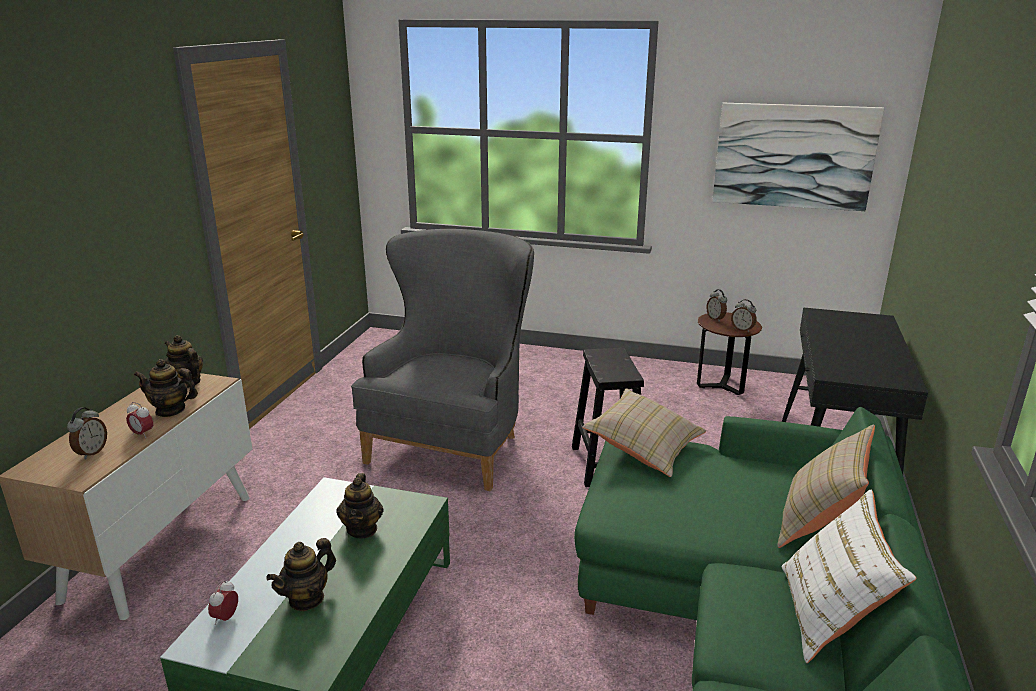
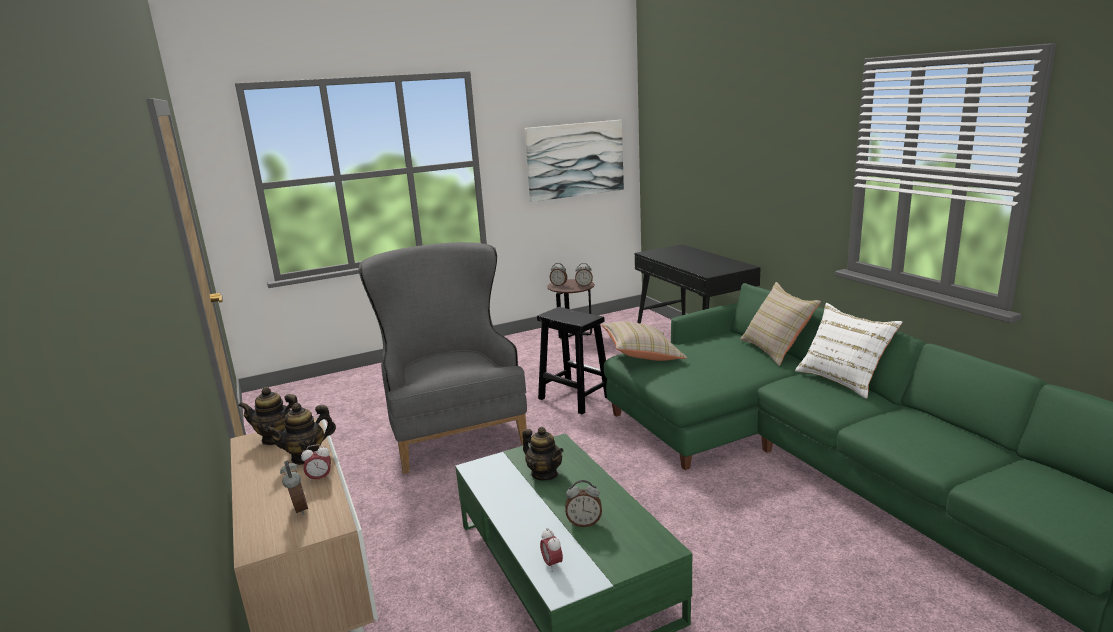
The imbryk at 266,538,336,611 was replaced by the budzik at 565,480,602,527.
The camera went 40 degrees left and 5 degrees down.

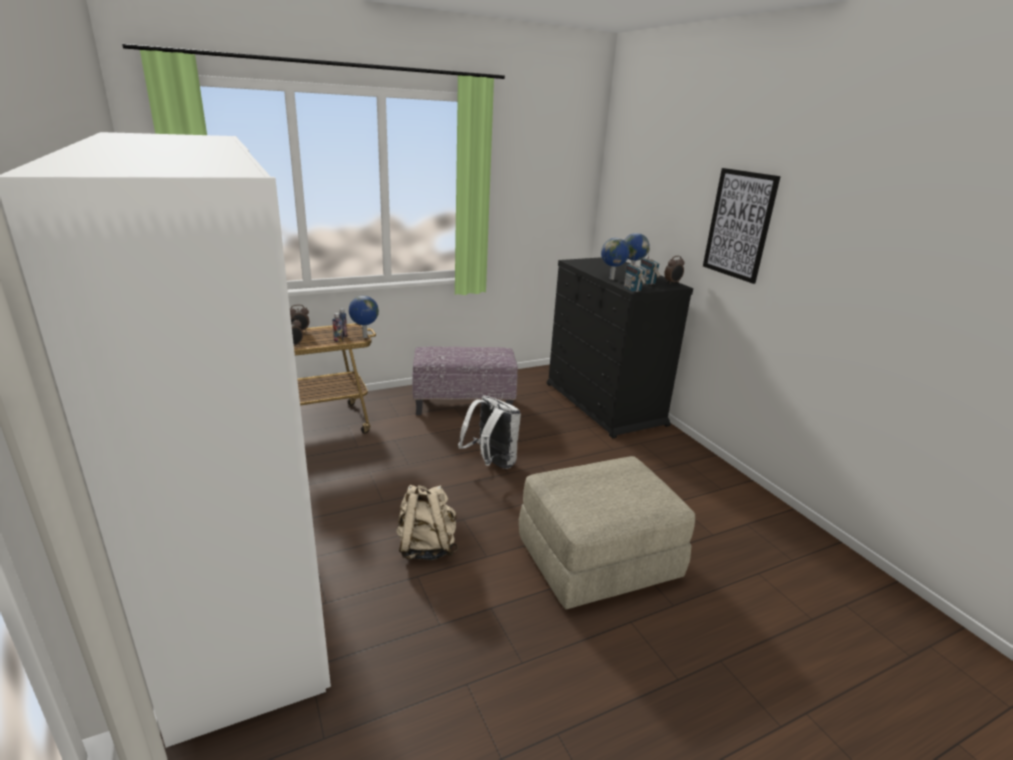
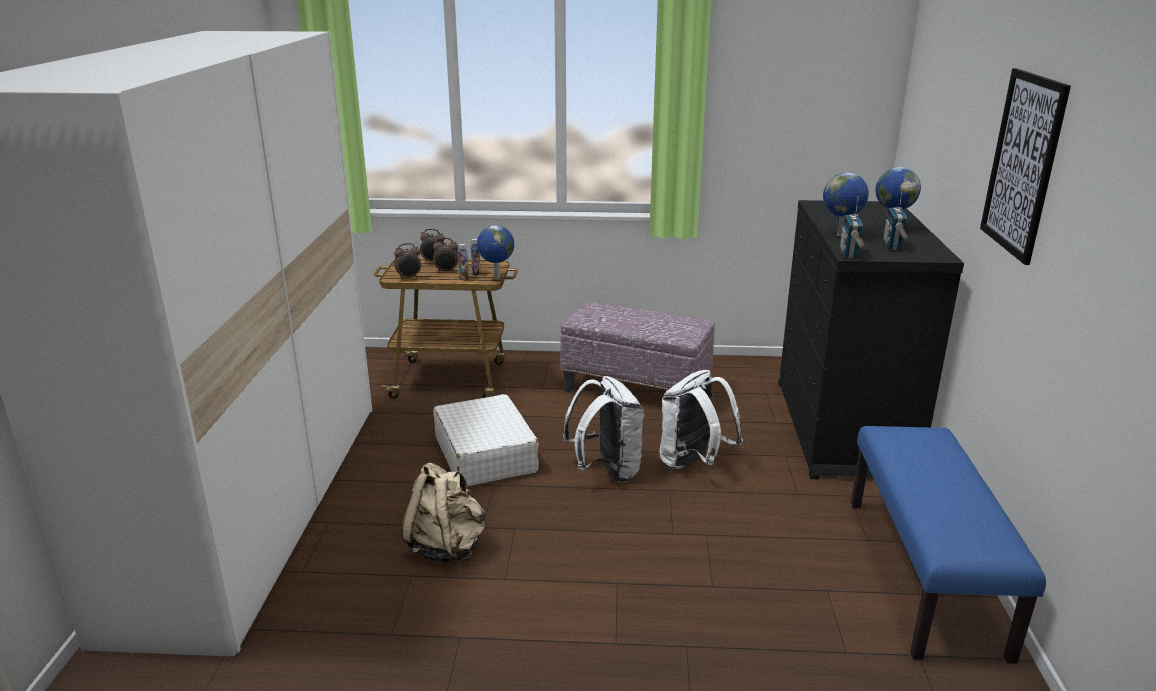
The pufa (beżowy) at 519,456,695,609 disappeared.
The budzik moved from 664,256,684,284 to 433,238,458,273.
The walizka (biały) at 433,394,539,486 appeared.
The plecak (biały) at 660,370,743,470 appeared.
The ławka (niebieski) at 851,426,1046,664 appeared.
The camera went 30 degrees right and 0 degrees up.

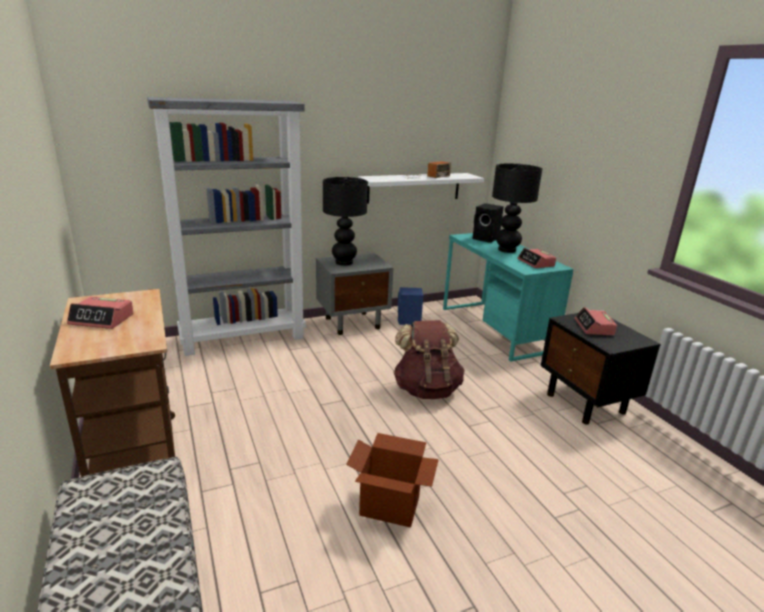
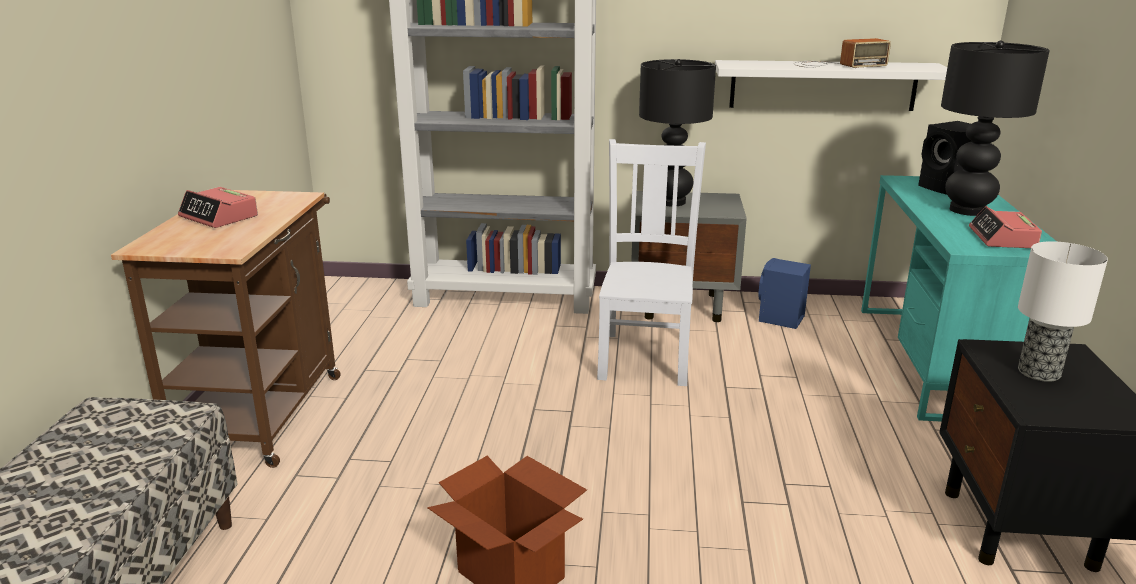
The plecak (brązowy) at 393,320,464,399 disappeared.
The budzik at 574,307,617,336 was replaced by the lampa stołowa at 1018,241,1108,382.
The krzesło (biały) at 597,139,706,386 appeared.
The camera went 30 degrees right and 0 degrees up.

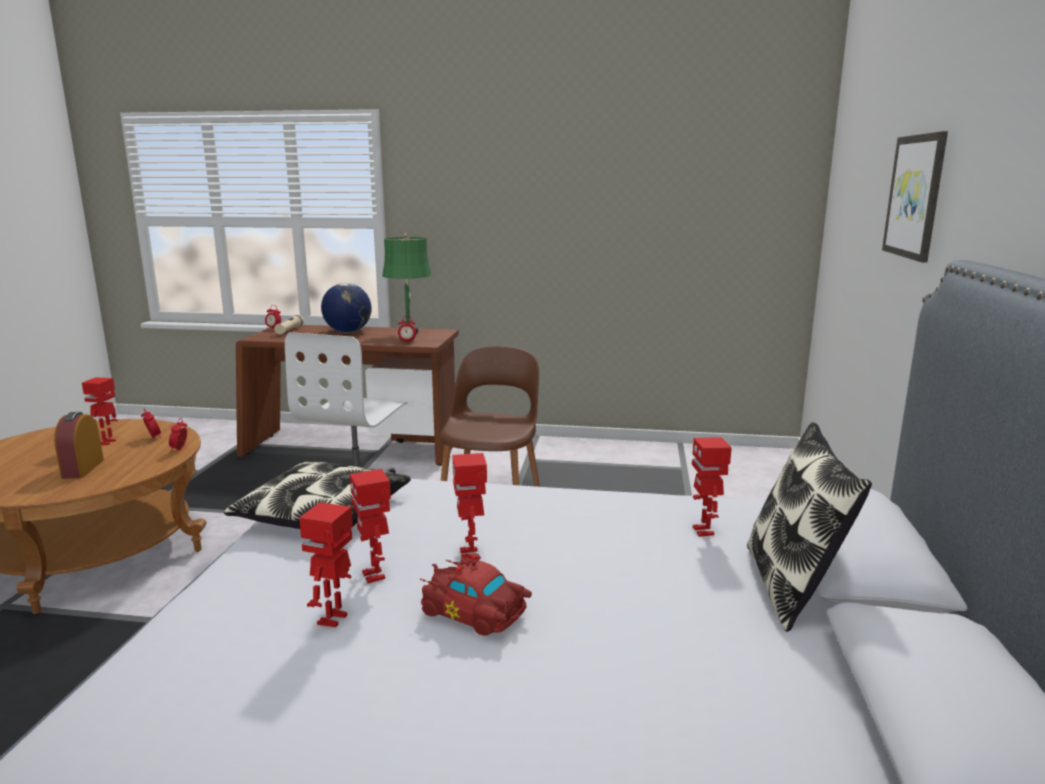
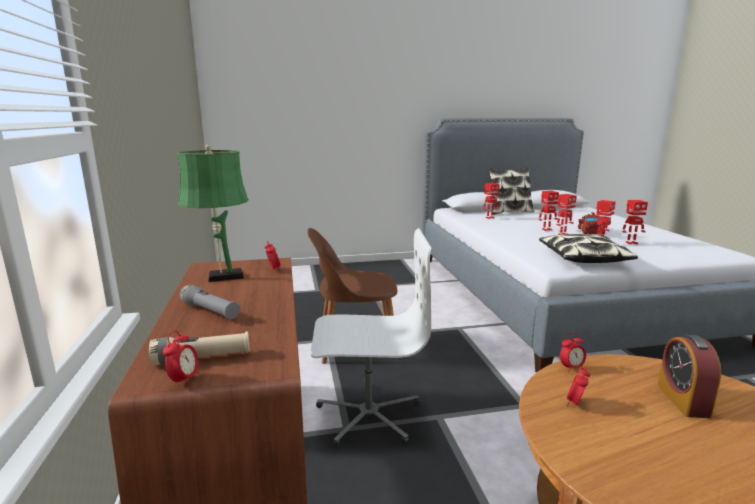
The budzik at 54,412,104,479 turned 120 degrees clockwise.
The robot zabawkowy moved from 82,377,118,445 to 539,191,559,231.
The globus at 321,283,372,333 was replaced by the latarka (szary) at 180,285,241,319.
The obraz at 882,131,948,263 disappeared.
The camera went 110 degrees left and 0 degrees up.

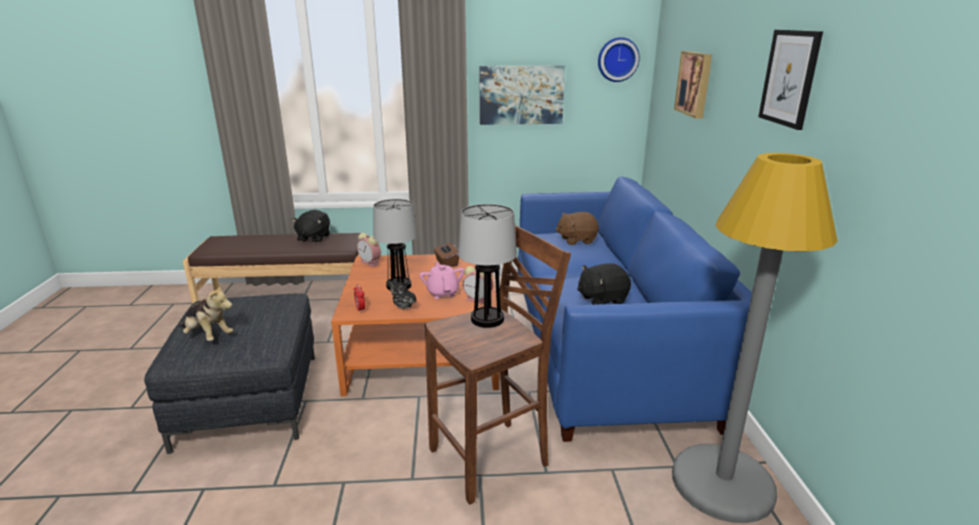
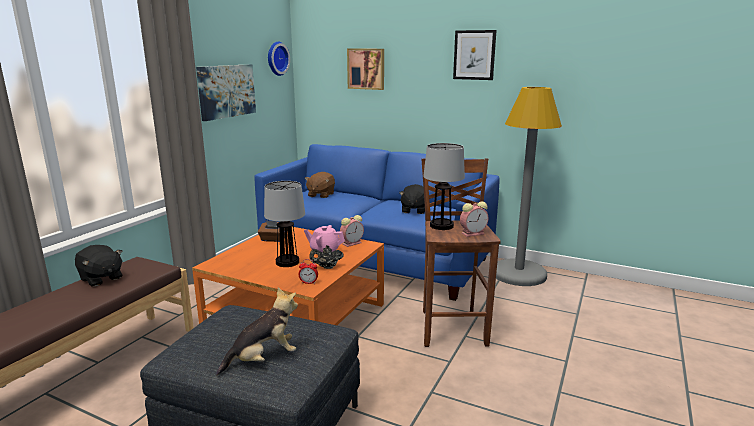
The budzik moved from 357,233,381,267 to 460,202,488,237.
The camera went 60 degrees left and 5 degrees down.

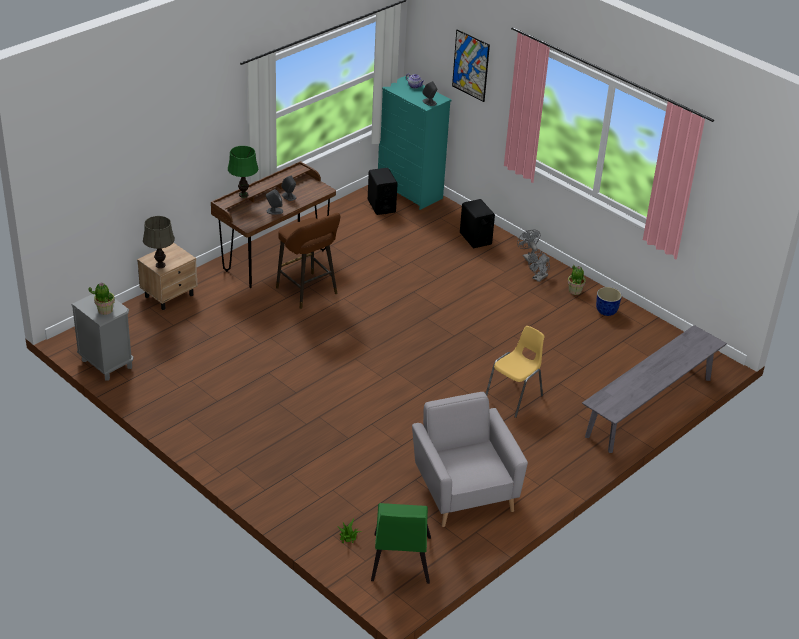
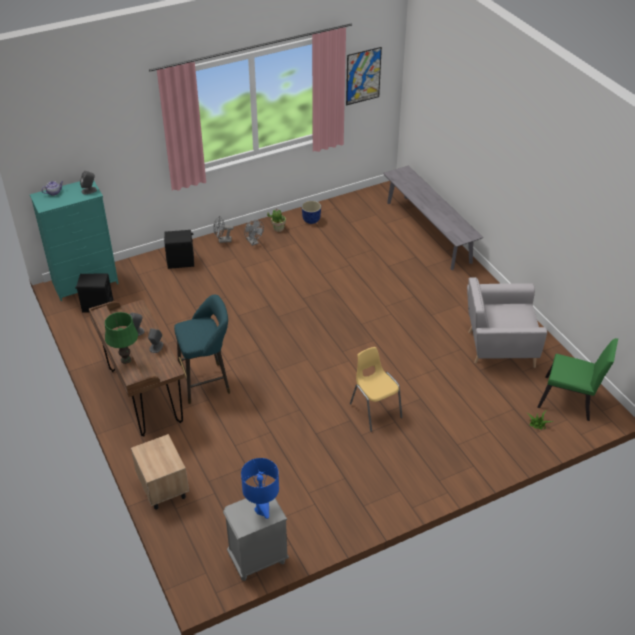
The roślina doniczkowa at 89,282,115,315 was replaced by the lampa stołowa (niebieski) at 241,458,279,519.
The lampa stołowa (szary) at 143,216,175,268 disappeared.
The stołek (brązowy) at 276,213,340,309 became the stołek (turkusowy) at 174,294,230,404.
The obraz moved from 452,29,490,102 to 346,47,382,106.
The krzesło (żółty) moved from 486,326,544,418 to 350,347,402,432.
The camera went 70 degrees left and 5 degrees up.

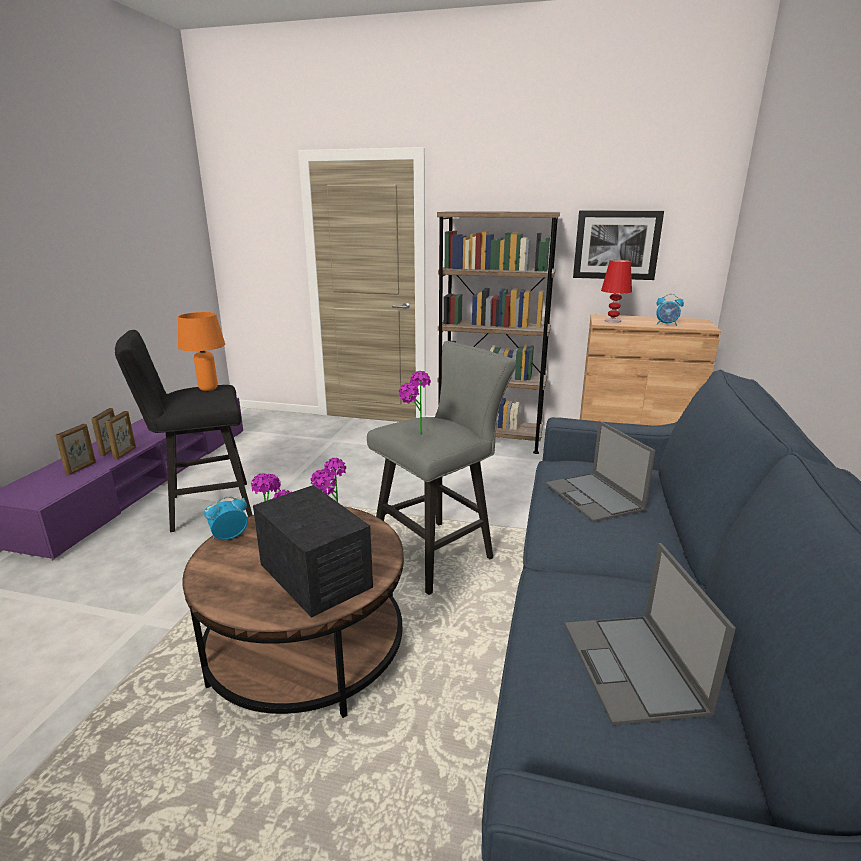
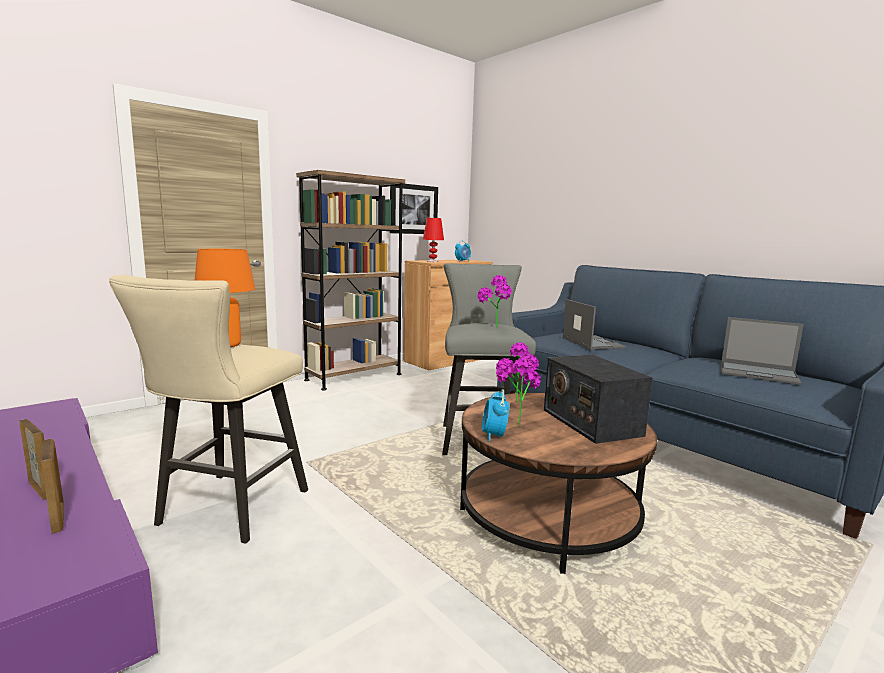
The ramka na zdjęcie at 105,411,136,460 disappeared.
The stołek (czarny) at 115,330,253,532 became the stołek (beżowy) at 109,275,308,544.
The radio at 253,485,373,618 turned 105 degrees counterclockwise.
The laptop at 546,421,656,522 turned 120 degrees counterclockwise.
The camera went 55 degrees left and 10 degrees down.

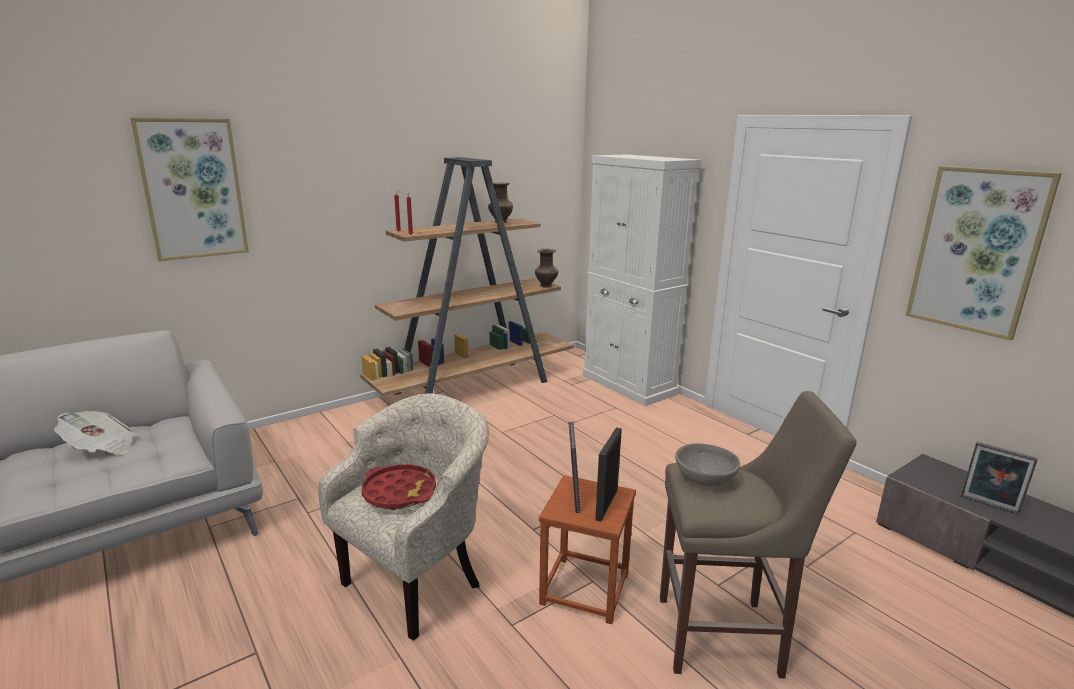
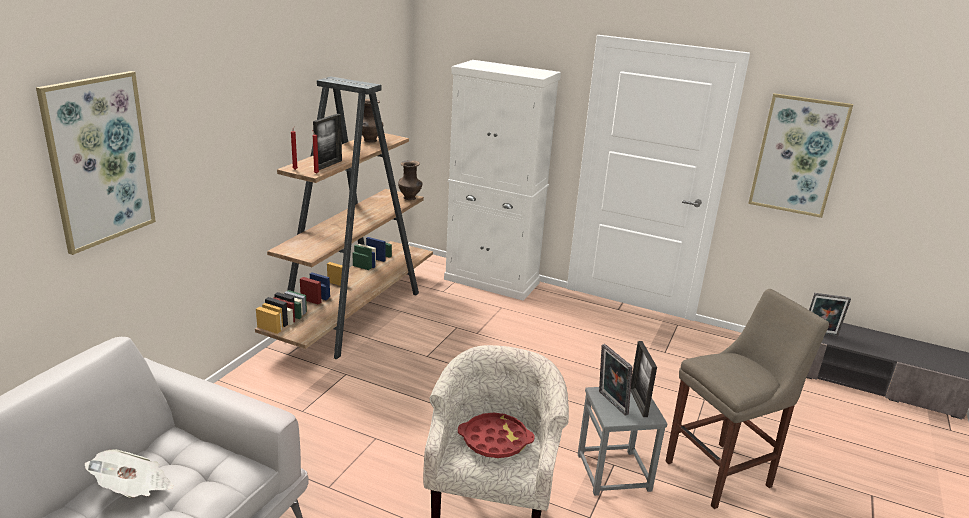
The stołek (brązowy) at 539,475,636,624 became the stołek (szary) at 578,387,668,496.
The miska (szary) at 675,443,740,486 disappeared.
The ramka na zdjęcie at 313,114,342,170 appeared.
The camera went 30 degrees left and 5 degrees up.

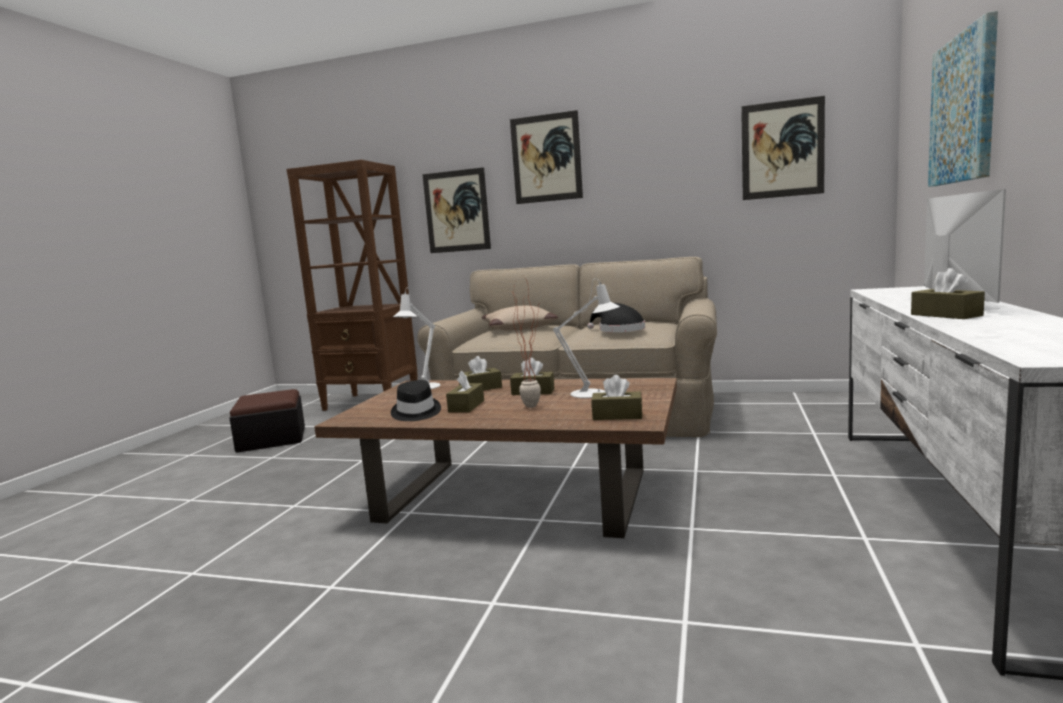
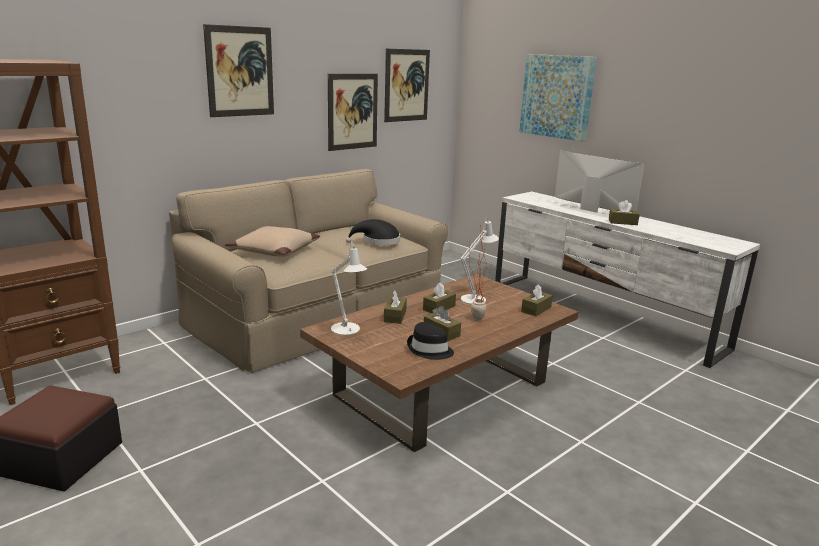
The obraz moved from 422,167,491,253 to 328,74,378,151.
The camera went 60 degrees left and 10 degrees up.

